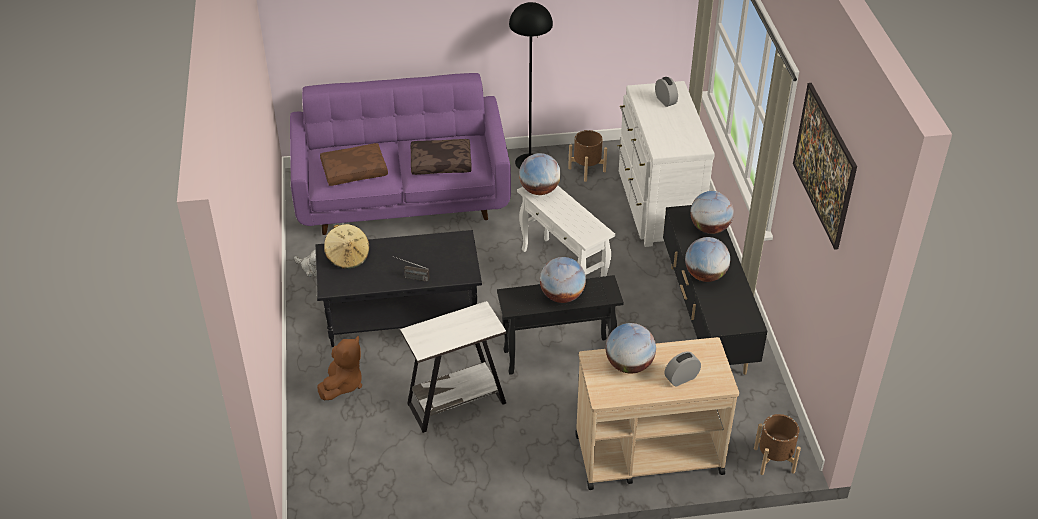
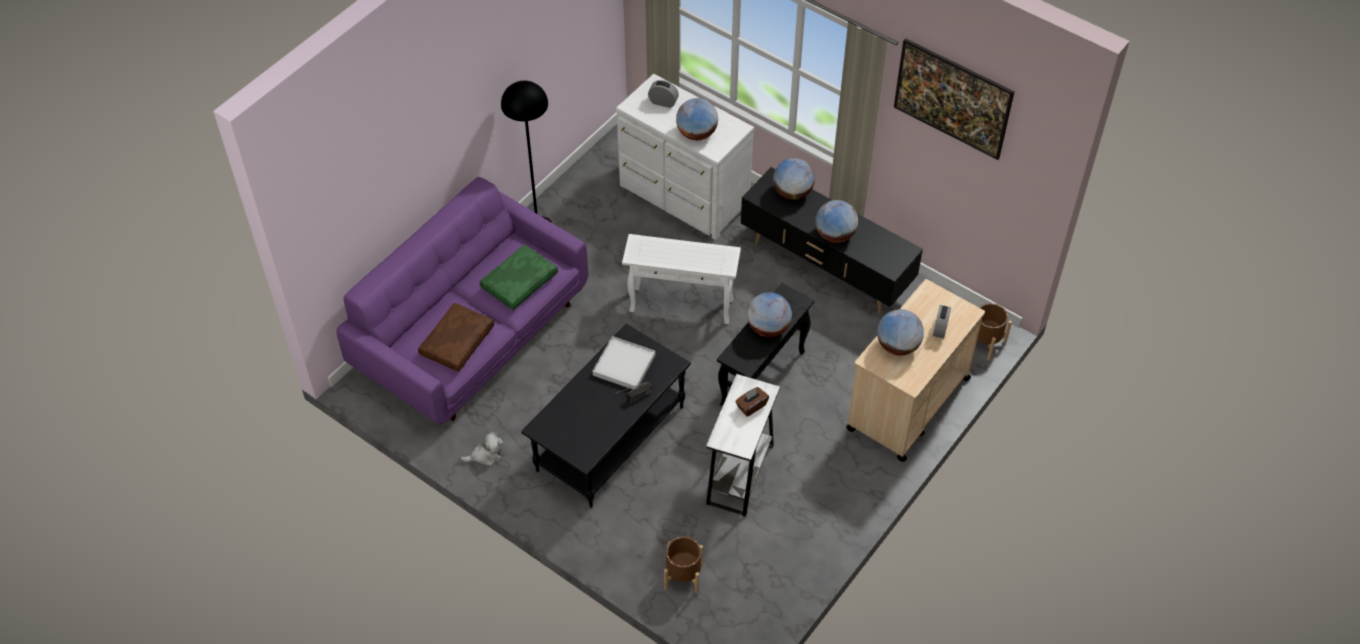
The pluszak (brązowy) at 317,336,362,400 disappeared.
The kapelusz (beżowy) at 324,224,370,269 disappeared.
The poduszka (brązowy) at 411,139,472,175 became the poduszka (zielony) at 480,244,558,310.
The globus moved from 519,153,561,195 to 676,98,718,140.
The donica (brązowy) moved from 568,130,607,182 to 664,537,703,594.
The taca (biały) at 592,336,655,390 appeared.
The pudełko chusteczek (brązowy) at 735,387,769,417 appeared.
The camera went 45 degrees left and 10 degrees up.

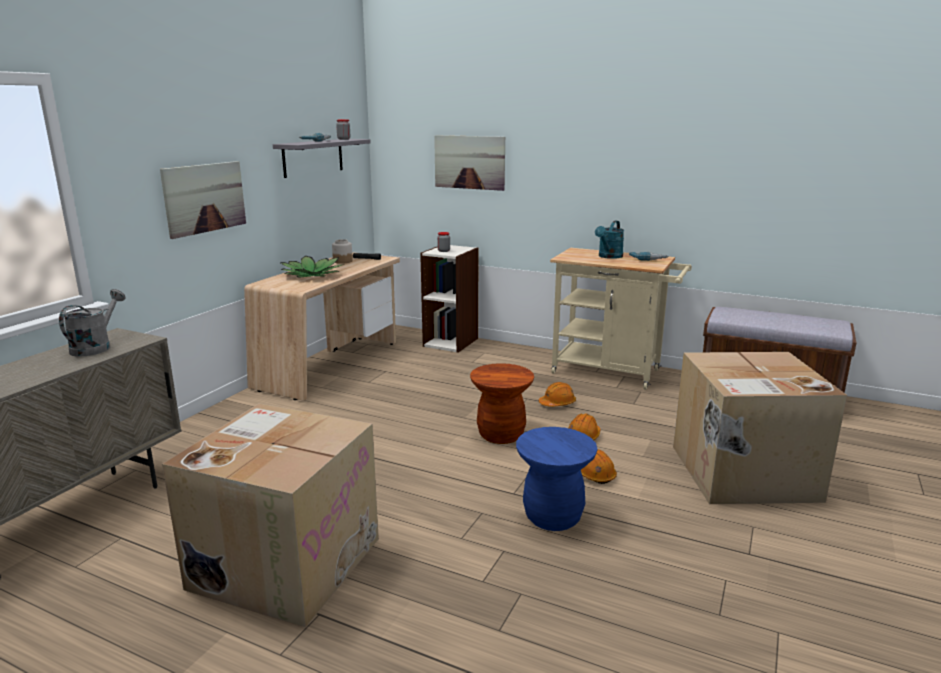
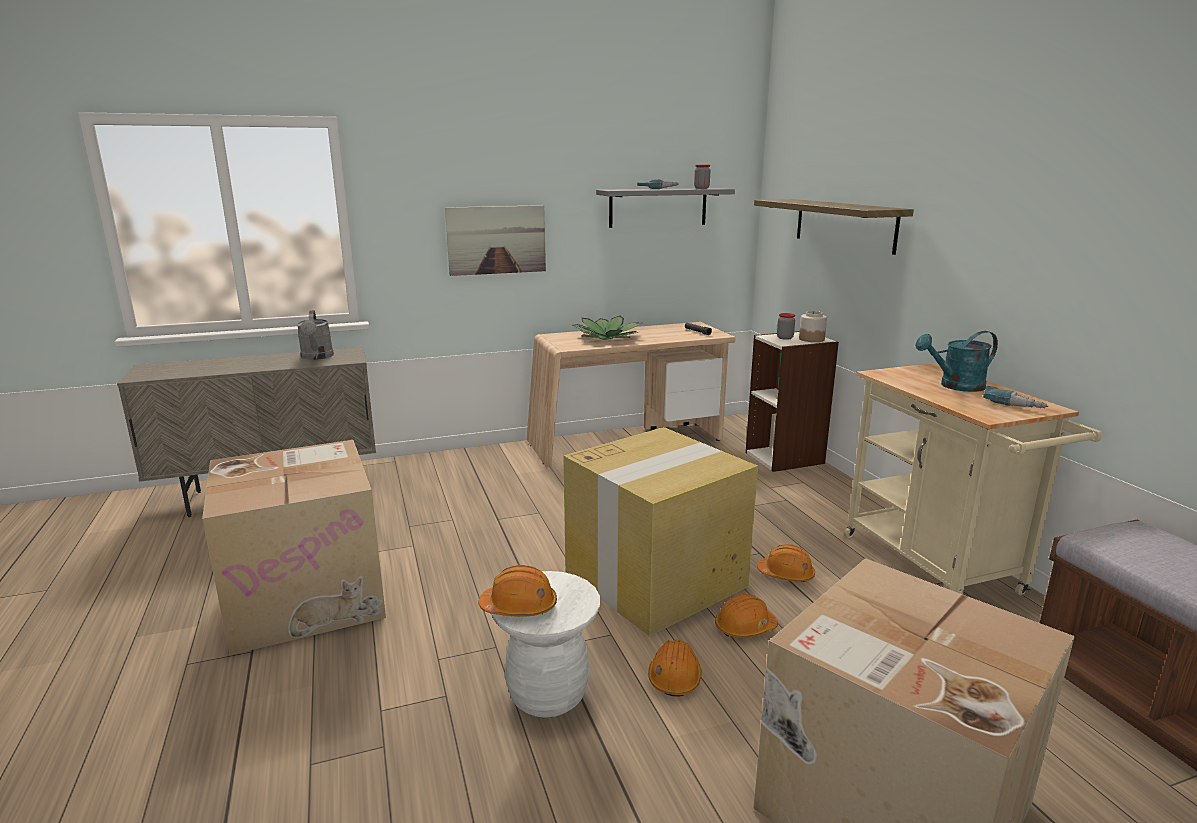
The konewka (szary) at 59,289,126,357 turned 105 degrees clockwise.
The słoik moved from 332,239,353,264 to 799,311,827,342.
The obraz at 434,135,505,191 was replaced by the półka at 754,199,914,255.
The stołek (brązowy) at 470,363,534,444 was replaced by the karton at 564,427,758,636.
The stołek (niebieski) at 516,427,597,531 became the stołek (biały) at 491,571,600,718.
The kask (pomarańczowy) at 478,565,557,617 appeared.
The camera went 45 degrees right and 0 degrees up.

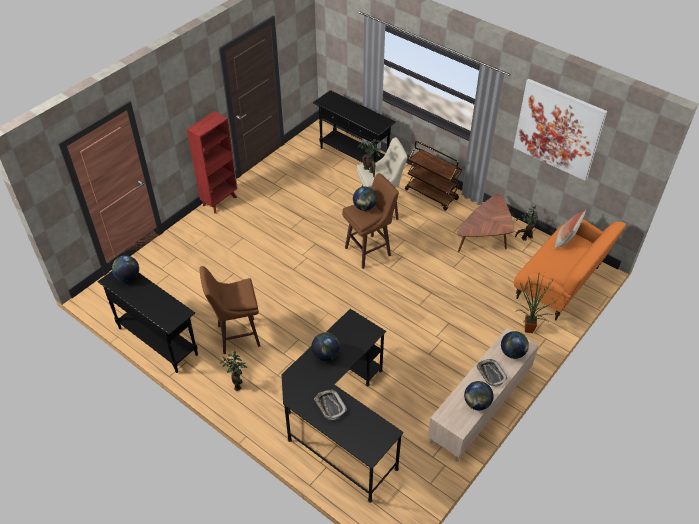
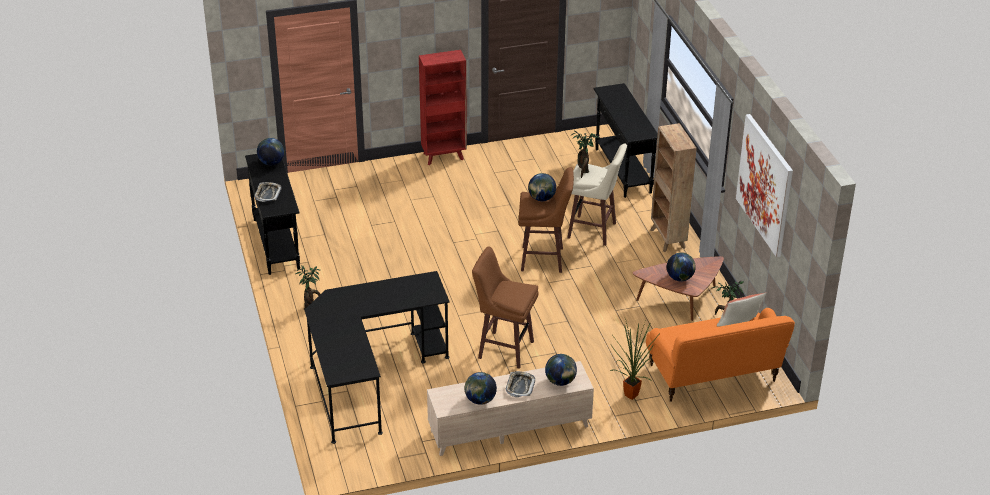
The stołek (brązowy) moved from 200,266,260,354 to 472,246,539,369.
The globus moved from 311,332,340,361 to 667,252,696,281.
The taca moved from 314,389,347,420 to 254,182,282,202.
The wózek (brązowy) at 405,141,462,211 was replaced by the regał (brązowy) at 650,123,697,252.
The camera went 35 degrees right and 10 degrees down.

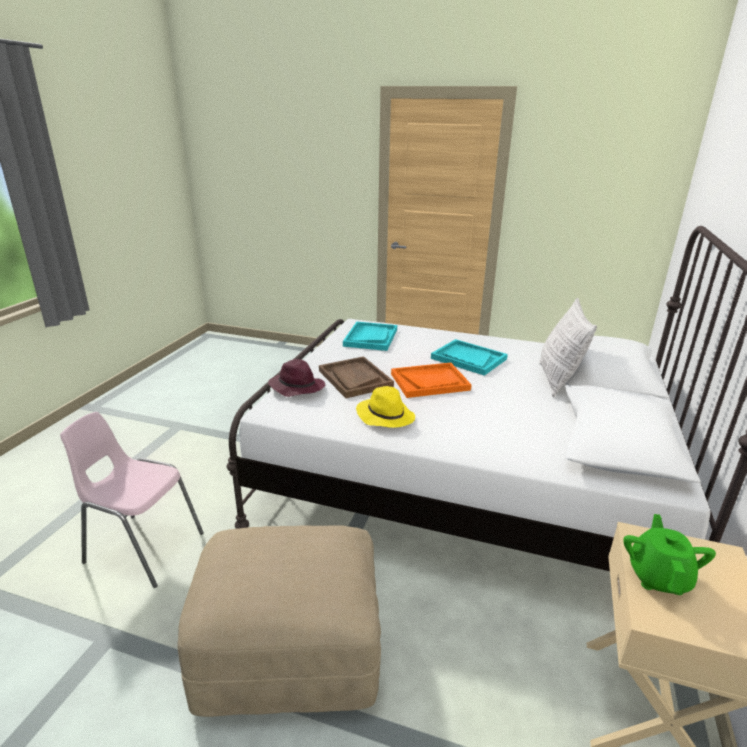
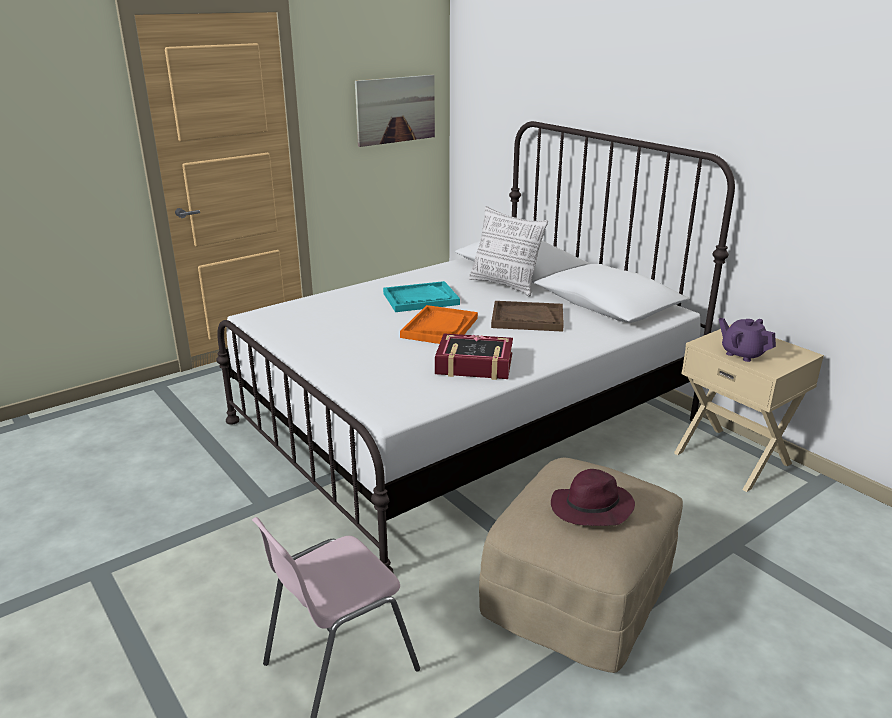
The kapelusz (fioletowy) moved from 268,359,325,397 to 551,469,635,526.
The taca (brązowy) moved from 319,356,394,398 to 491,301,564,332.
The taca (turkusowy) at 343,322,397,351 disappeared.
The kapelusz (żółty) at 356,386,415,428 was replaced by the książka at 435,334,513,380.
The imbryk (zielony) at 623,514,716,595 became the imbryk (fioletowy) at 719,318,776,362.
The obraz at 355,75,435,147 appeared.
The camera went 55 degrees left and 0 degrees up.

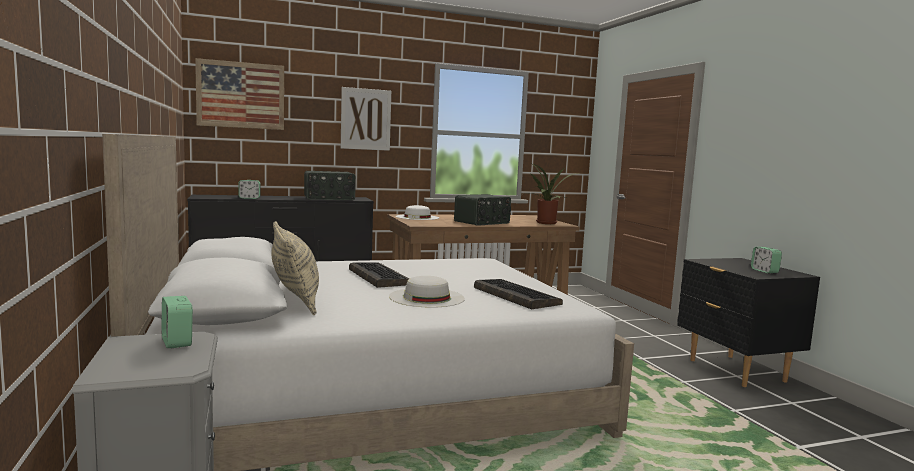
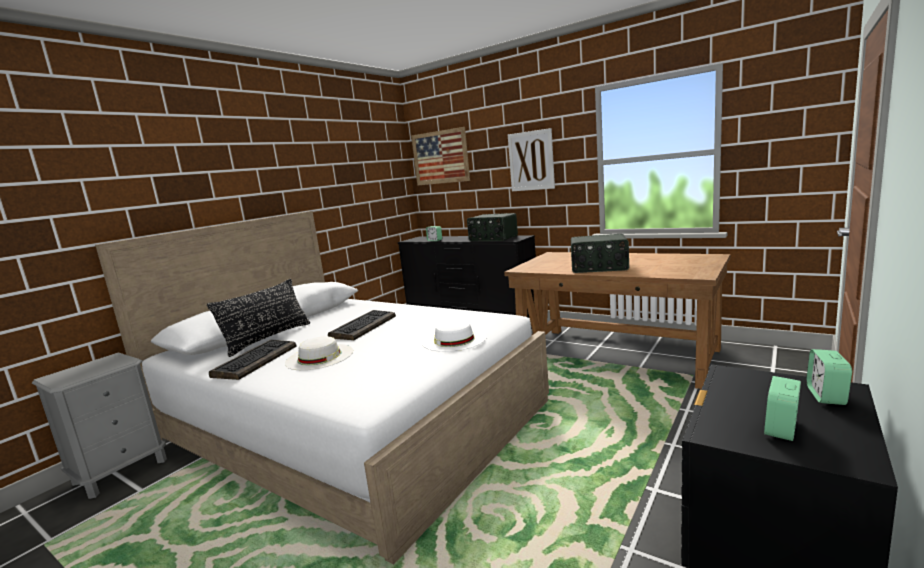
The budzik moved from 161,296,193,349 to 806,349,852,405.
The poduszka (beżowy) at 272,221,319,315 became the poduszka (czarny) at 207,279,310,357.
The kapelusz (biały) moved from 396,205,439,220 to 422,320,487,352.
The klawiatura moved from 474,279,563,309 to 209,339,296,380.
The roślina doniczkowa at 522,164,579,224 disappeared.
The camera went 55 degrees right and 5 degrees up.

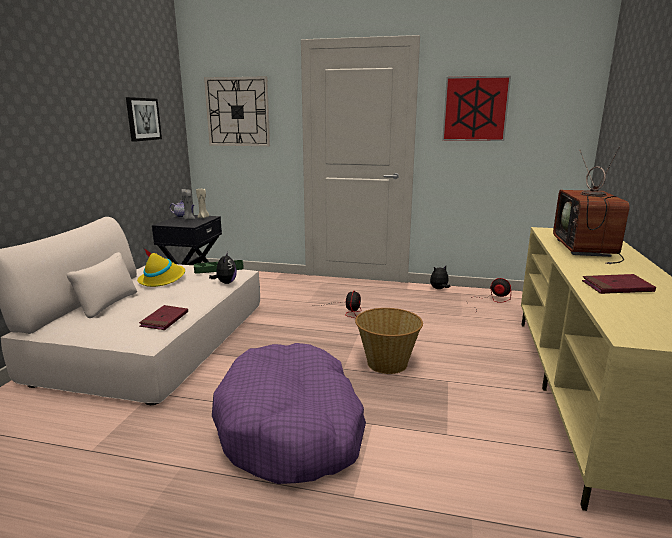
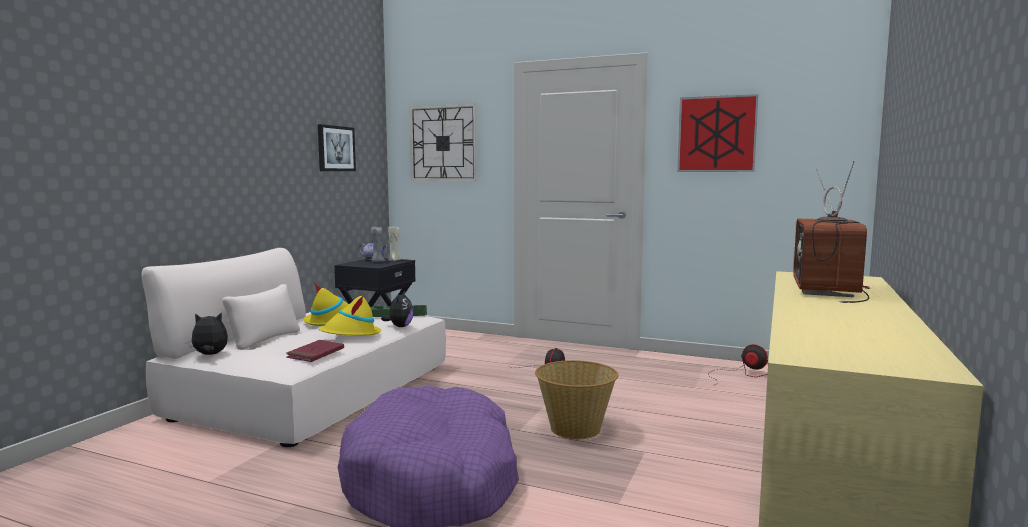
The pluszak moved from 430,266,450,289 to 186,312,228,355.
The książka (czerwony) at 582,274,656,294 disappeared.
The kapelusz (żółty) at 318,295,381,336 appeared.
The camera went 10 degrees right and 10 degrees down.

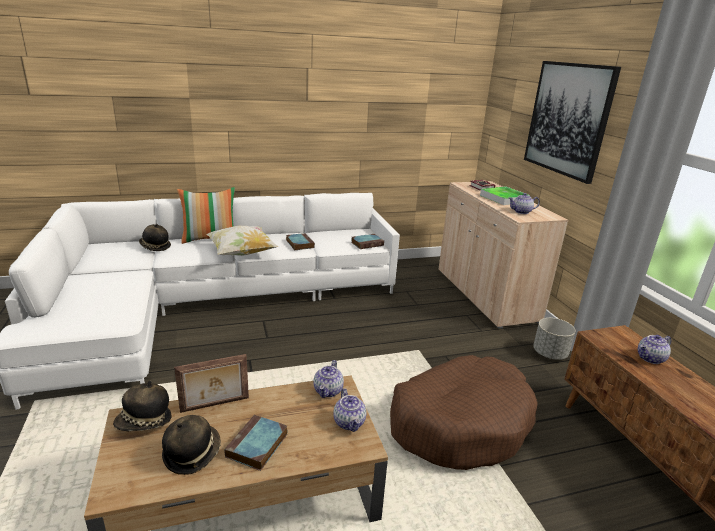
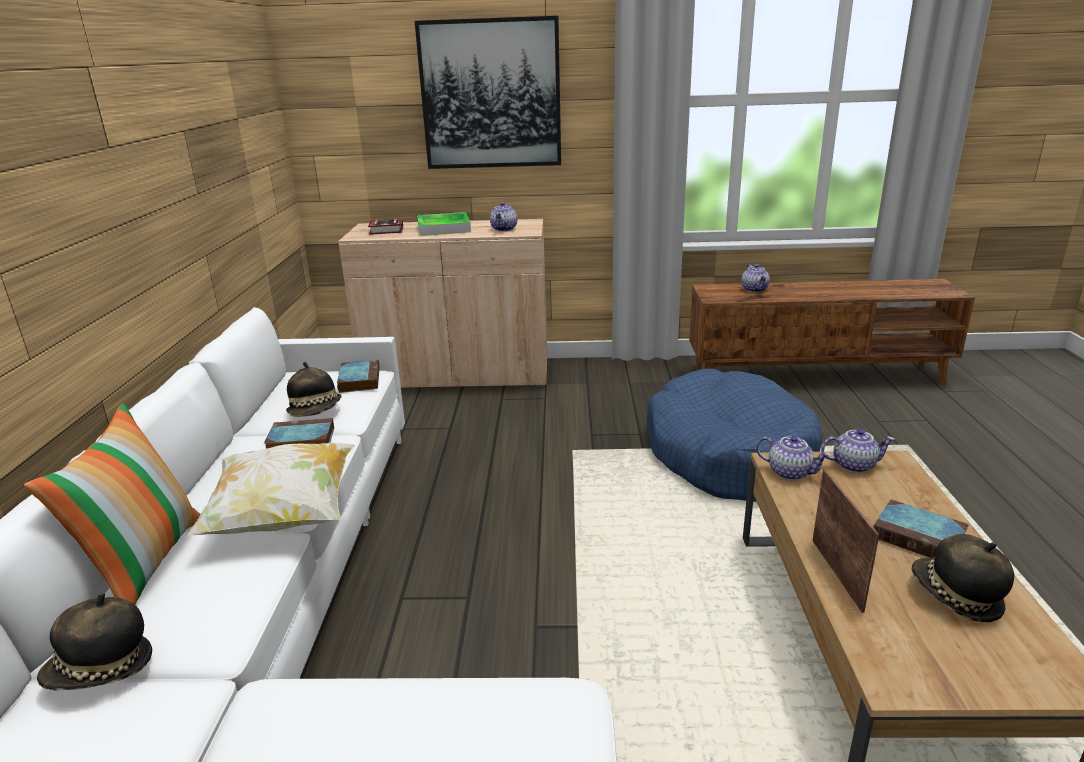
The kapelusz moved from 113,380,172,432 to 286,362,342,417.
The legowisko (brązowy) at 390,355,538,470 became the legowisko (niebieski) at 646,369,823,502.
The donica (szary) at 533,318,575,360 disappeared.
The camera went 70 degrees left and 0 degrees up.

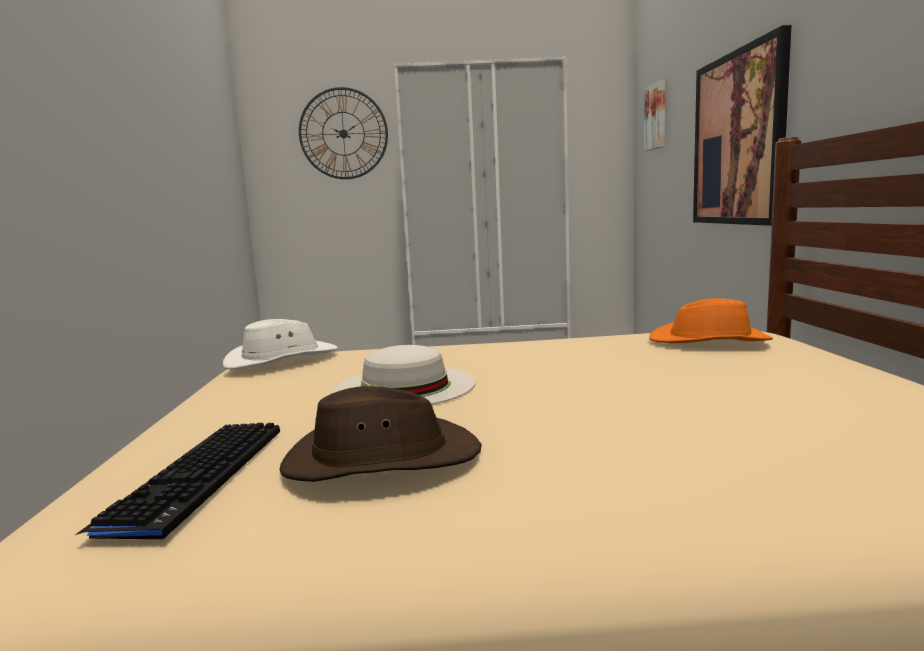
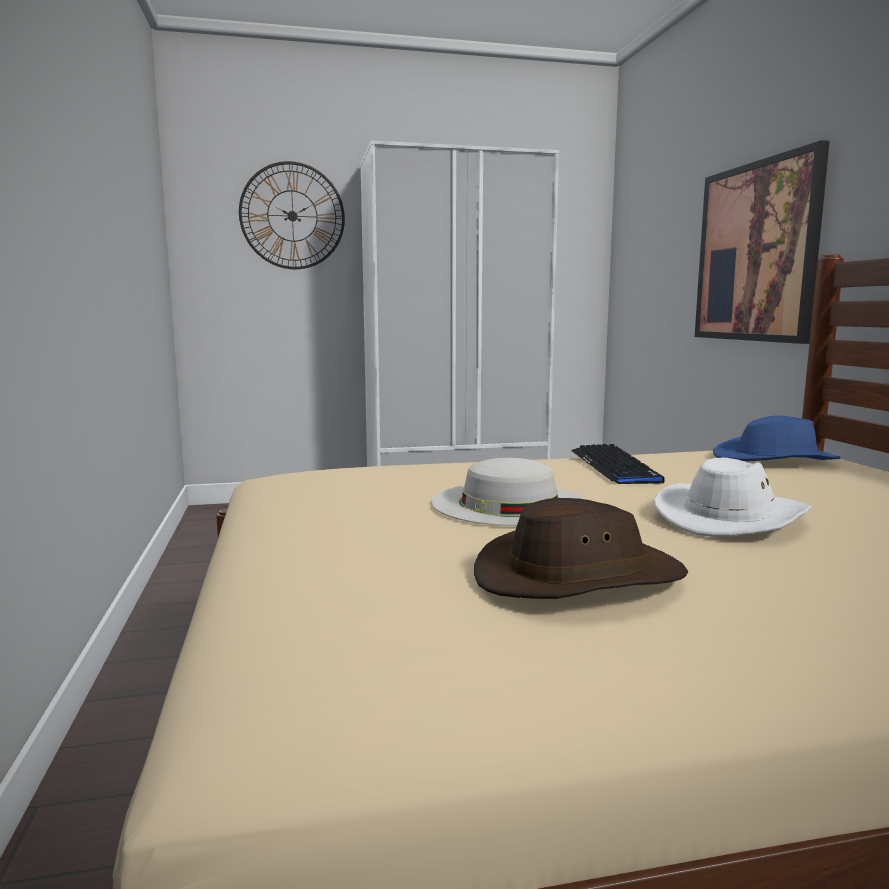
The klawiatura moved from 75,423,280,539 to 571,444,665,484.
The kapelusz (biały) moved from 223,319,338,370 to 653,458,812,537.
The obraz at 644,80,665,151 disappeared.
The kapelusz (pomarańczowy) at 649,298,773,343 became the kapelusz (niebieski) at 713,416,841,461.
The camera went 10 degrees left and 0 degrees up.

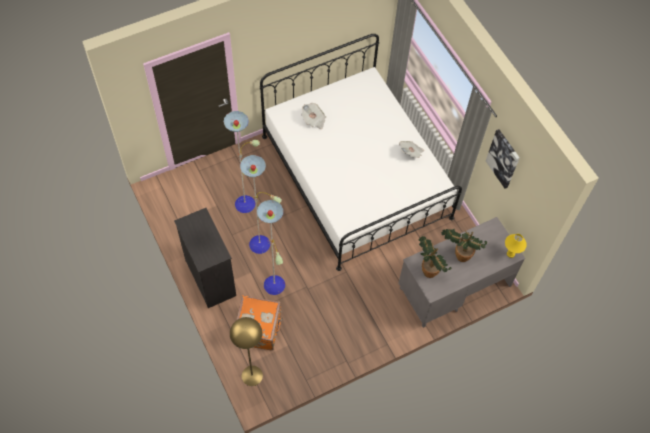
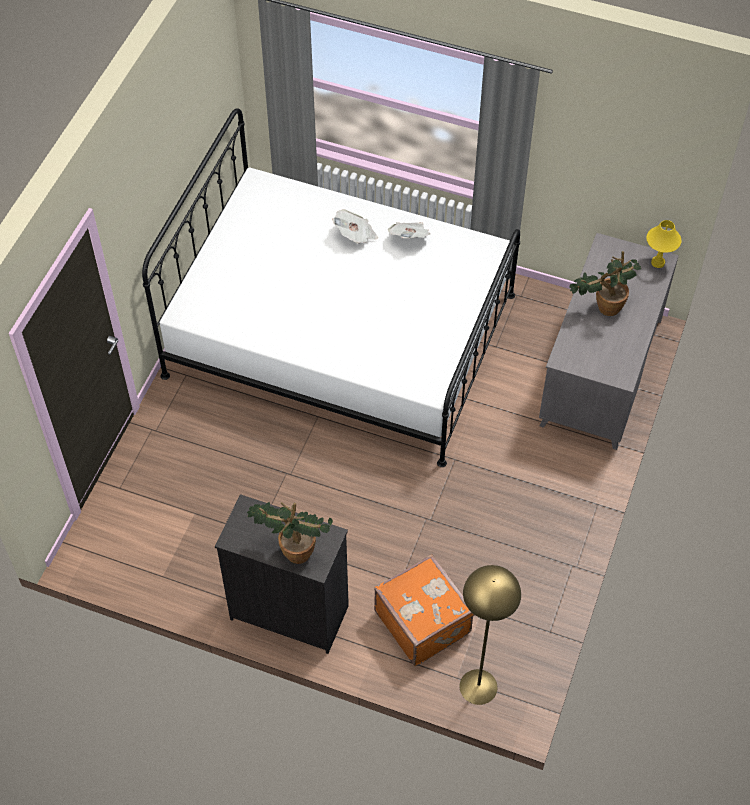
The lampa stojąca at 224,111,285,295 disappeared.
The gazeta moved from 301,103,326,129 to 332,209,378,244.
The roślina doniczkowa moved from 418,237,452,278 to 247,502,333,564.
The obraz at 486,129,520,189 disappeared.
The camera went 40 degrees left and 5 degrees down.

